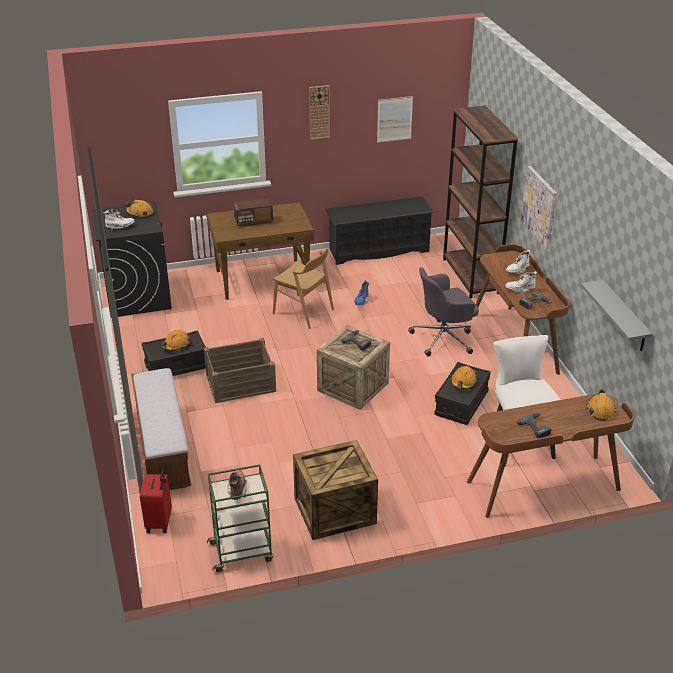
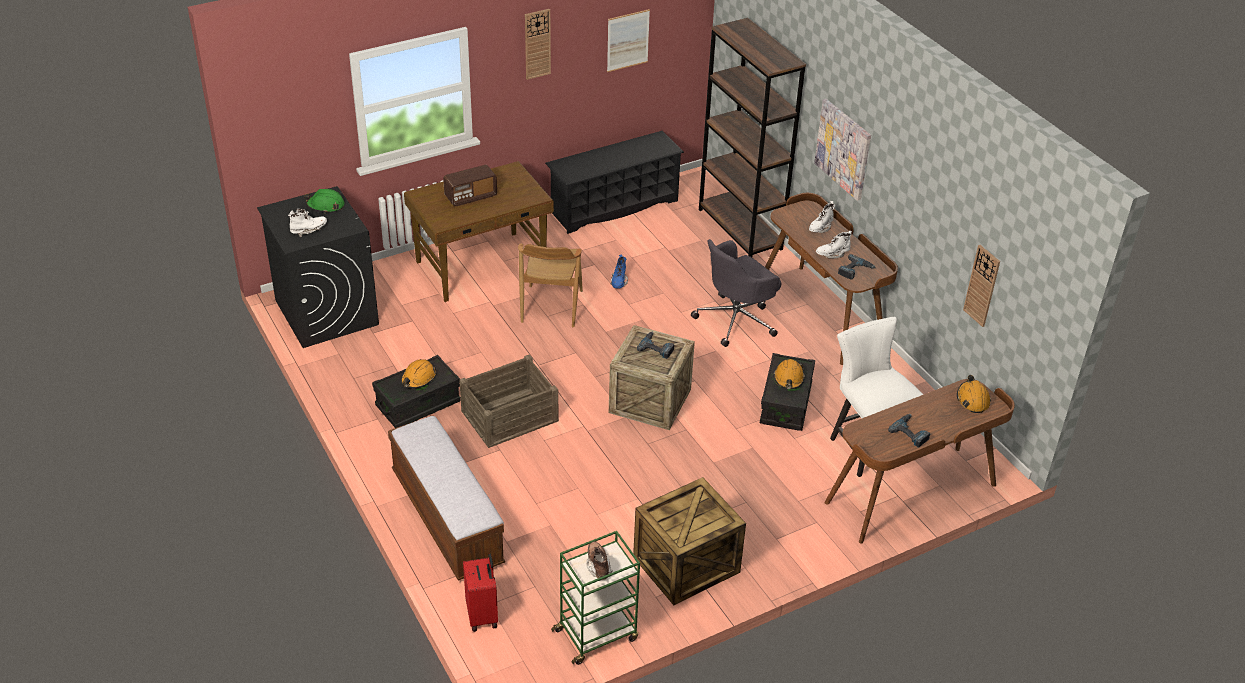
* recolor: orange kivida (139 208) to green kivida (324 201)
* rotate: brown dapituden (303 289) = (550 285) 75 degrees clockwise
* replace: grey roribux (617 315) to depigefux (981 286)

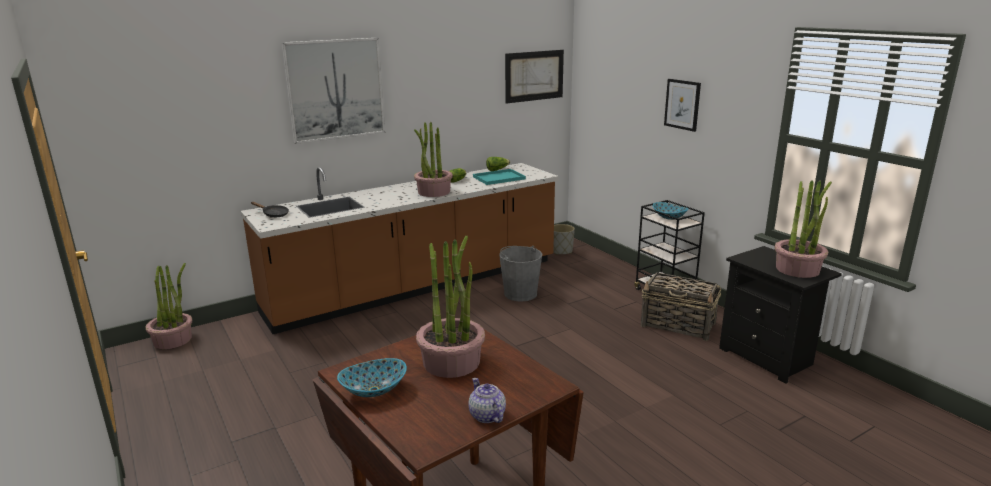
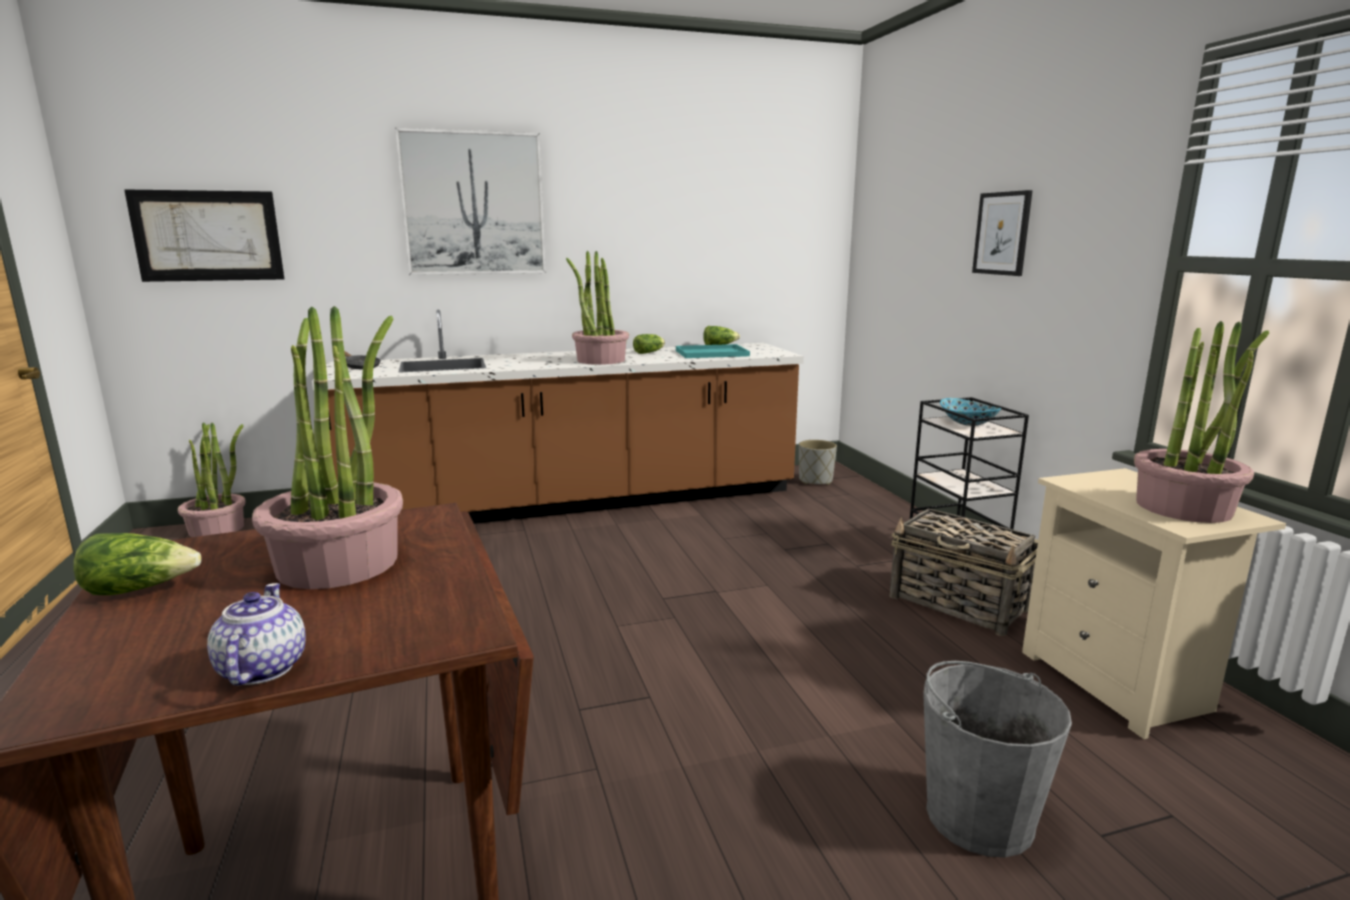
* replace: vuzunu (372 377) to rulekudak (138 564)
* move: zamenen (534 77) to (204 235)
* move: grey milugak (520 273) to (997 759)
* recolor: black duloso (780 315) to beige duloso (1154 603)

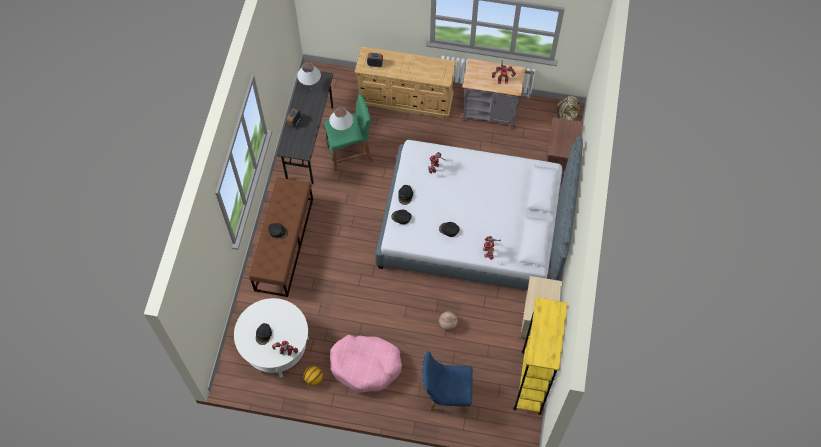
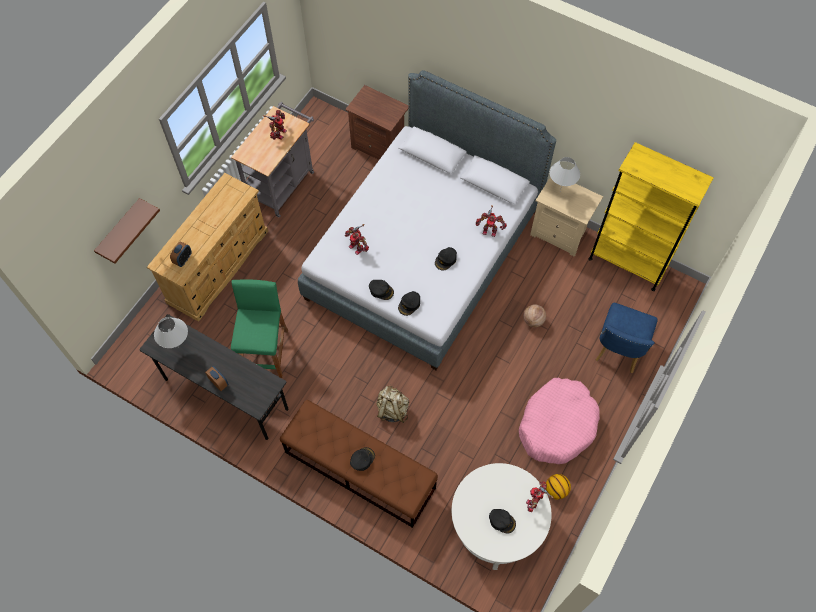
* insert: brown roribux (127 231)
* move: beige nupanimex (568 108) to (392 404)
* move: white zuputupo (341 119) to (565 174)

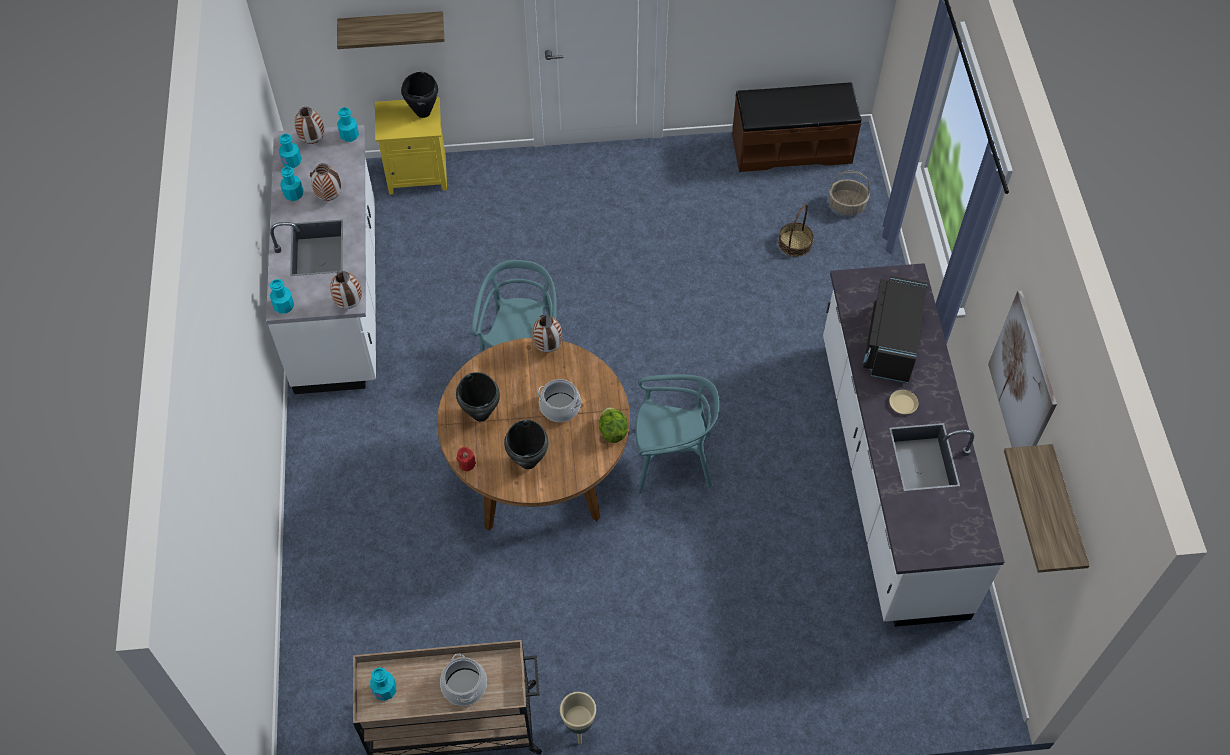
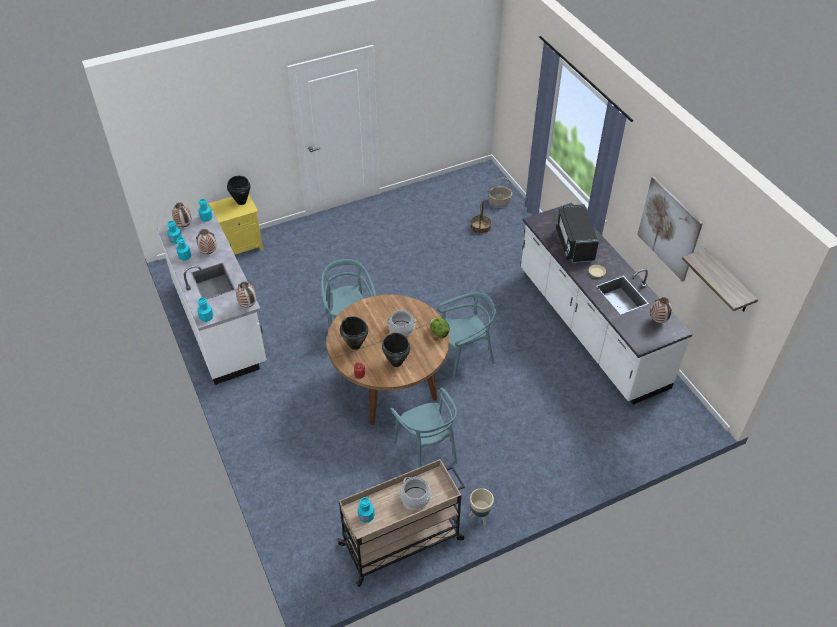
* insert: turquoise dapituden (424 428)
* move: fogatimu (547 333) to (661 310)
* delete: roribux (391 30)
* delete: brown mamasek (797 127)

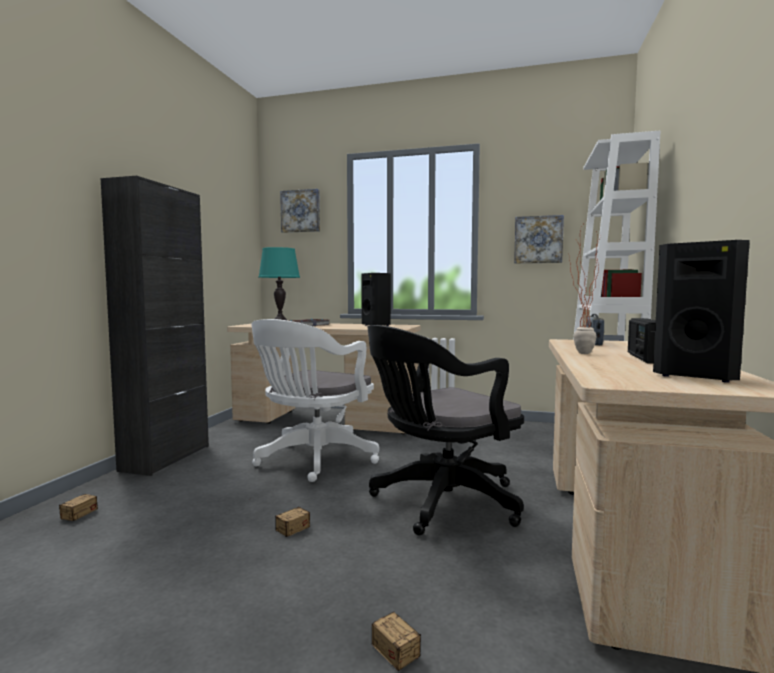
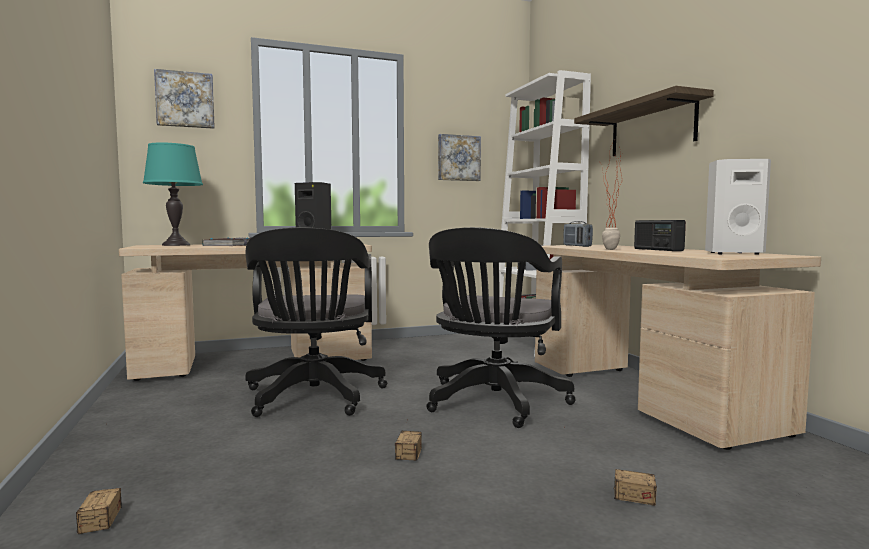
* recolor: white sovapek (315 400) to black sovapek (316 322)
* insert: roribux (644 121)
* recolor: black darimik (701 311) to white darimik (738 207)
* delete: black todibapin (155 326)

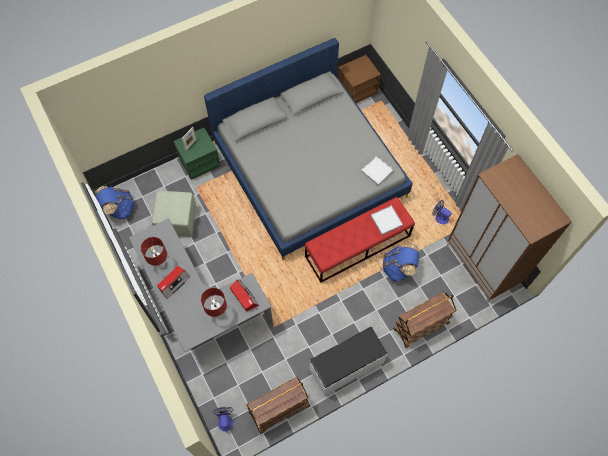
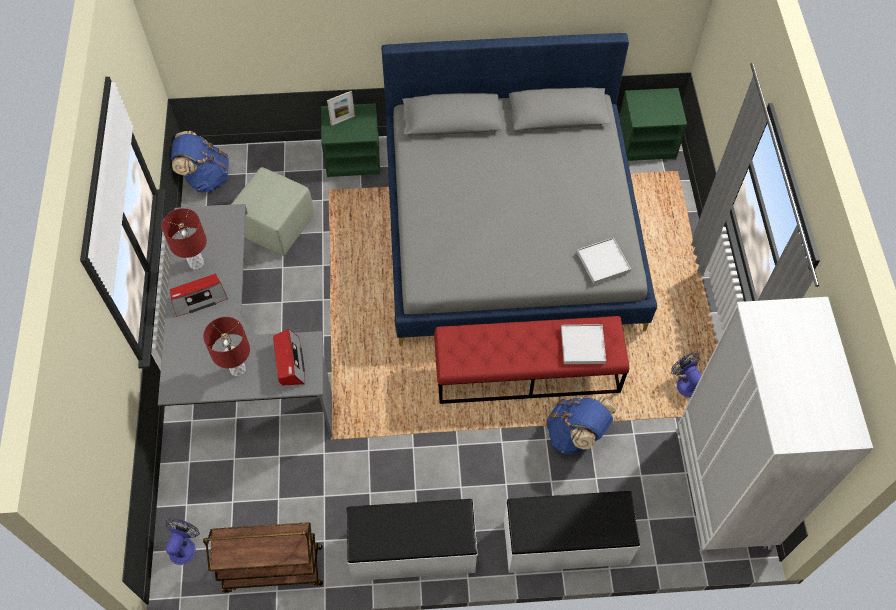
* replace: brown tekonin (425 320) to white mamasek (572 532)
* recolor: brown duloso (359 79) to green duloso (653 124)
* recolor: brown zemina (509 228) to white zemina (774 426)

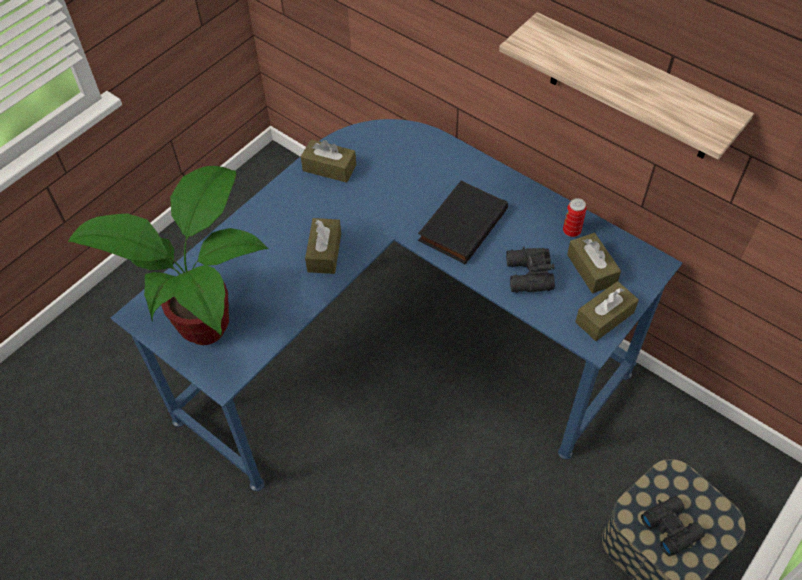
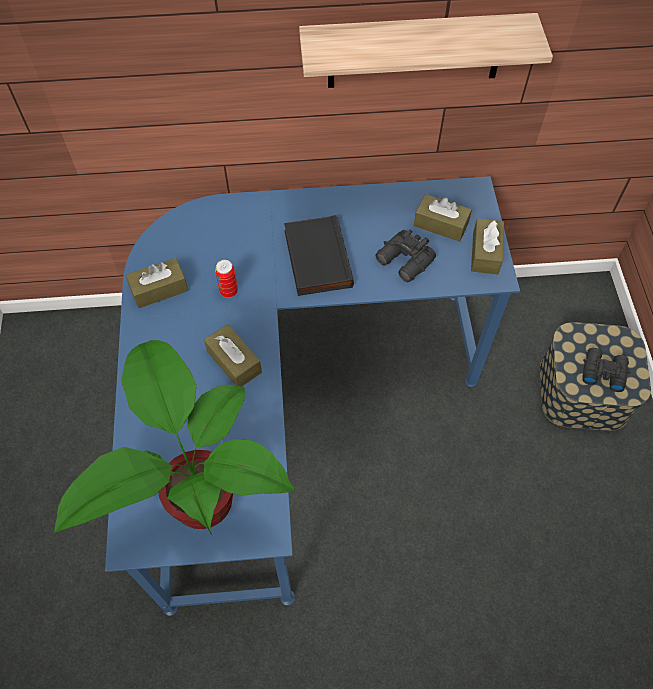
* move: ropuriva (575 217) to (226 279)

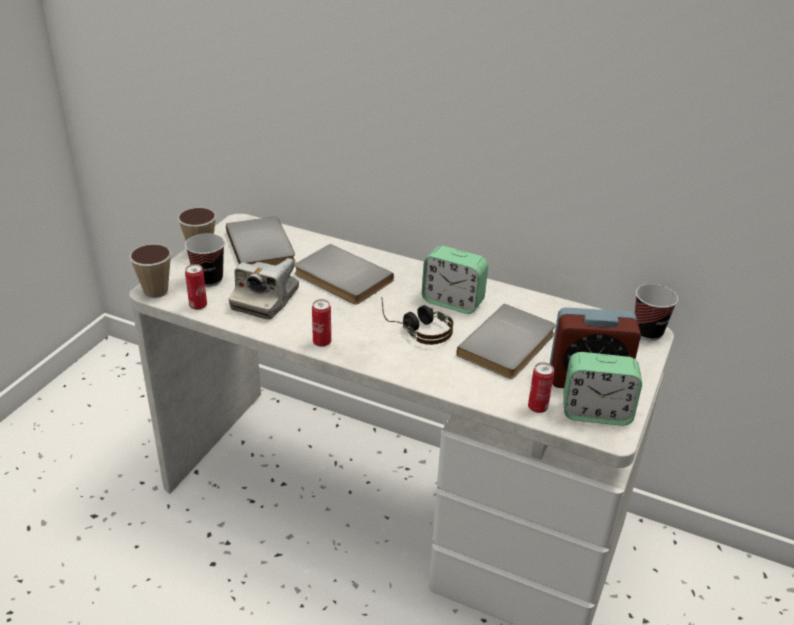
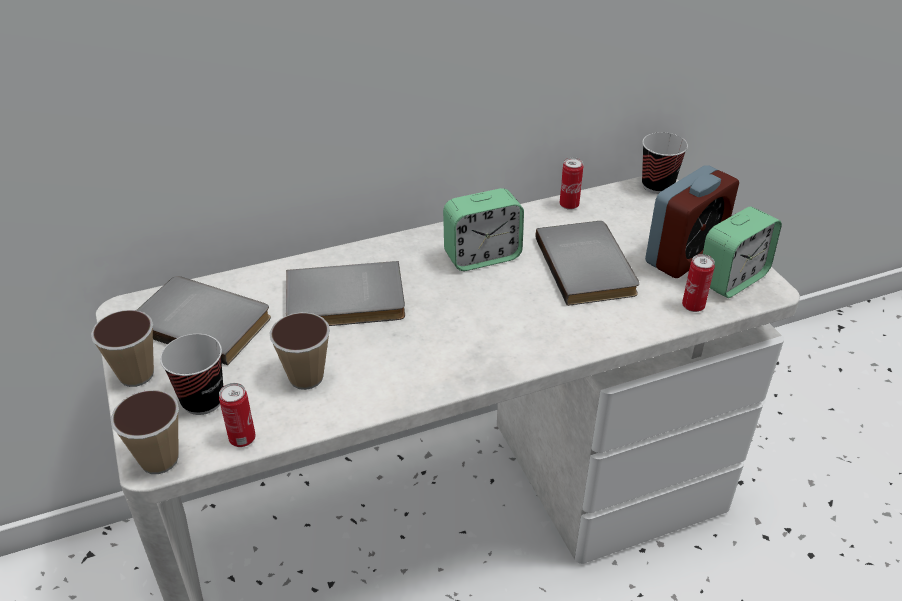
* replace: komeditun (264 288) to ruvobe (300 351)
* move: ropuriva (321 323) to (571 183)
* delete: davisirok (417 321)

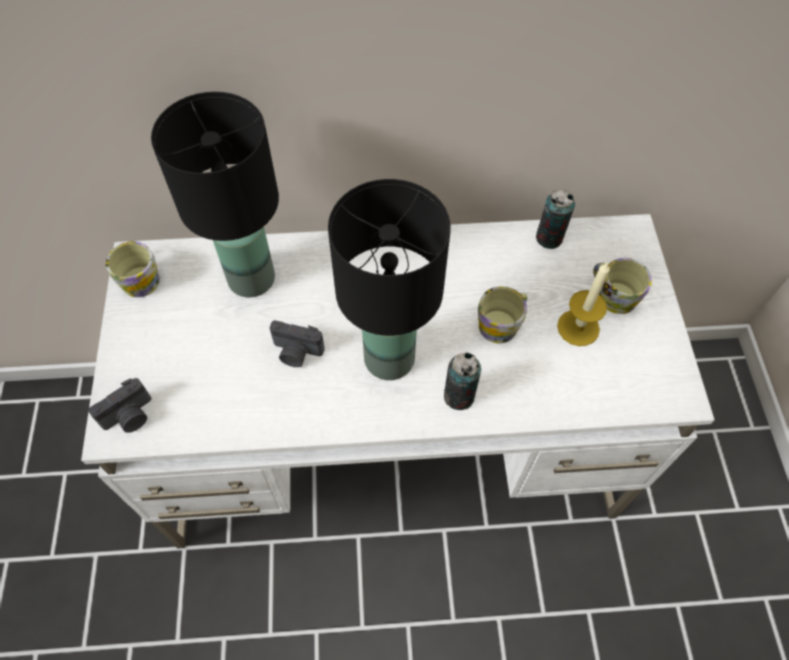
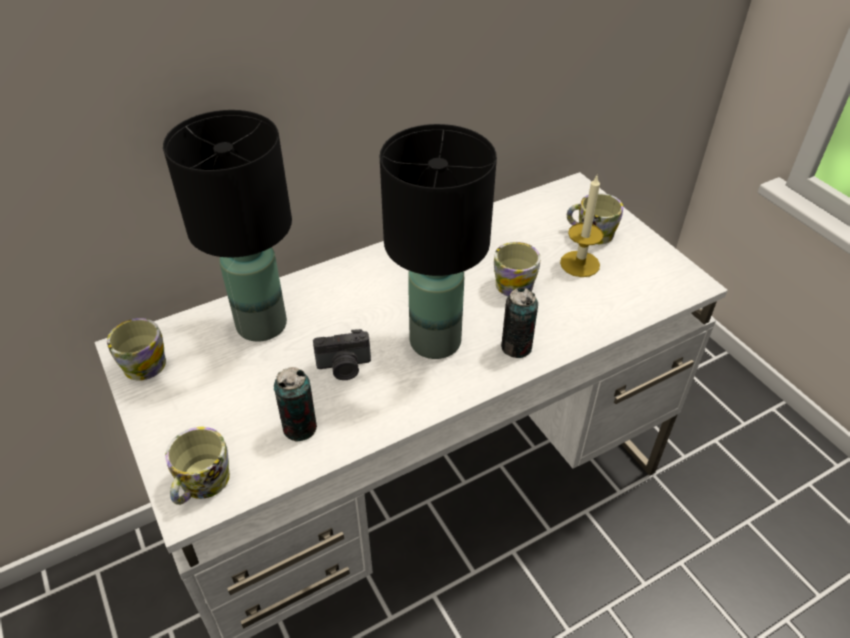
* replace: komeditun (120 405) to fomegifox (197 466)
* move: ropuriva (555 219) to (295 404)

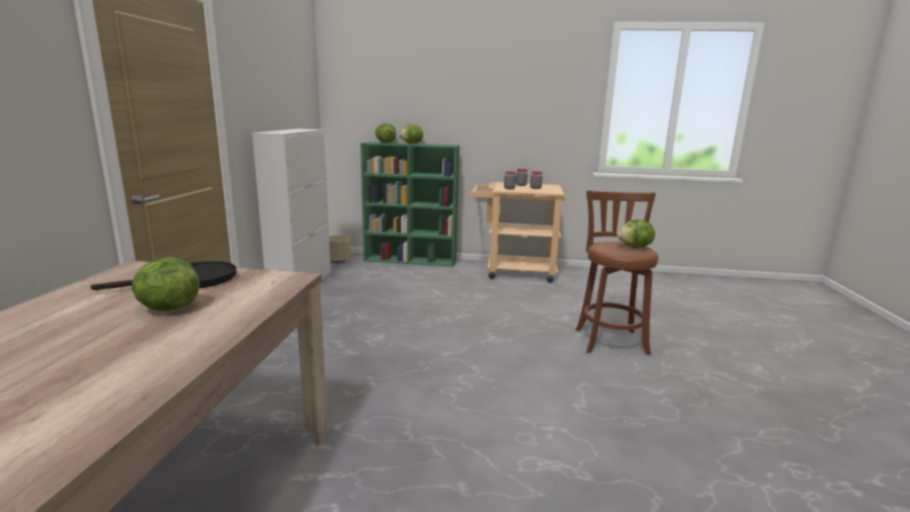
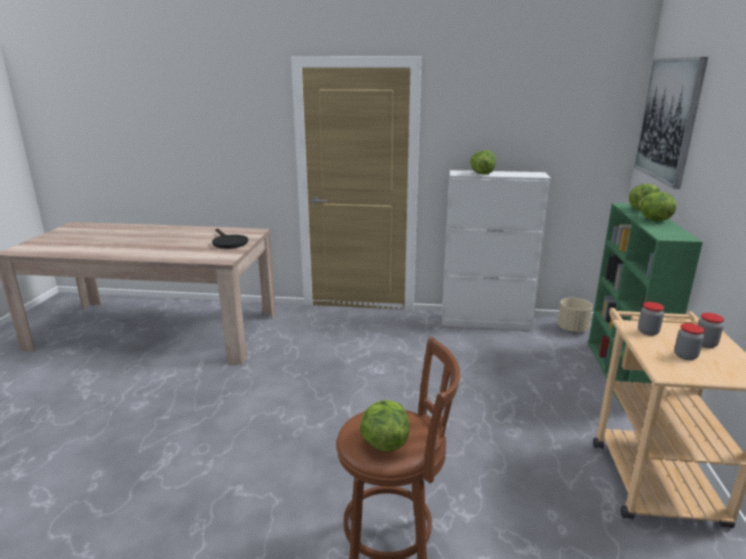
* move: rulekudak (166 284) to (483 162)
* insert: zamenen (671 123)

